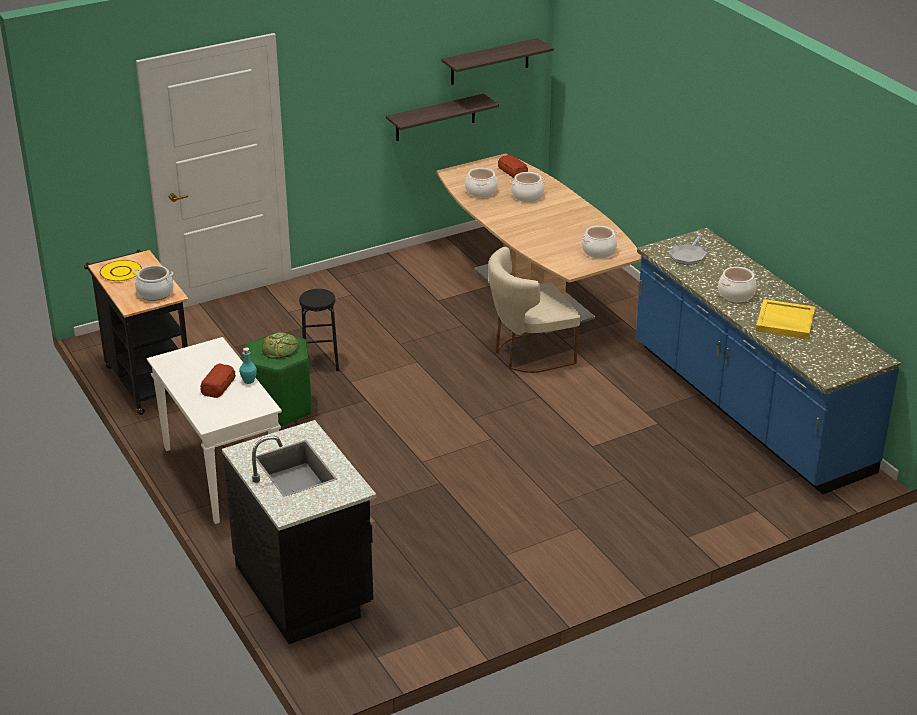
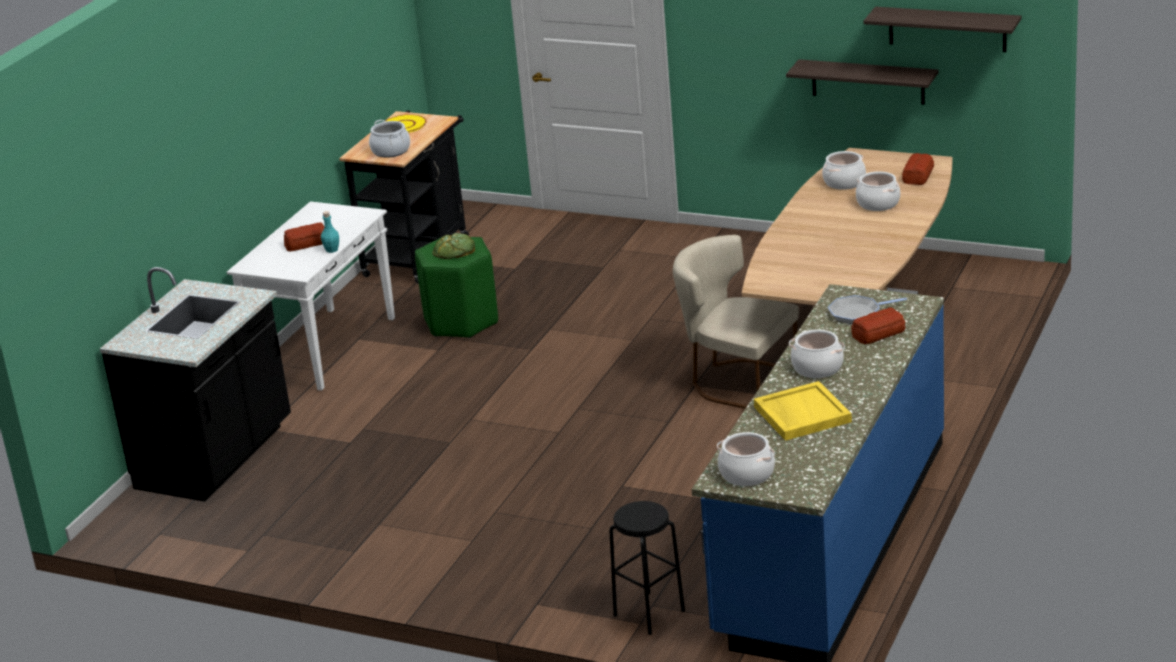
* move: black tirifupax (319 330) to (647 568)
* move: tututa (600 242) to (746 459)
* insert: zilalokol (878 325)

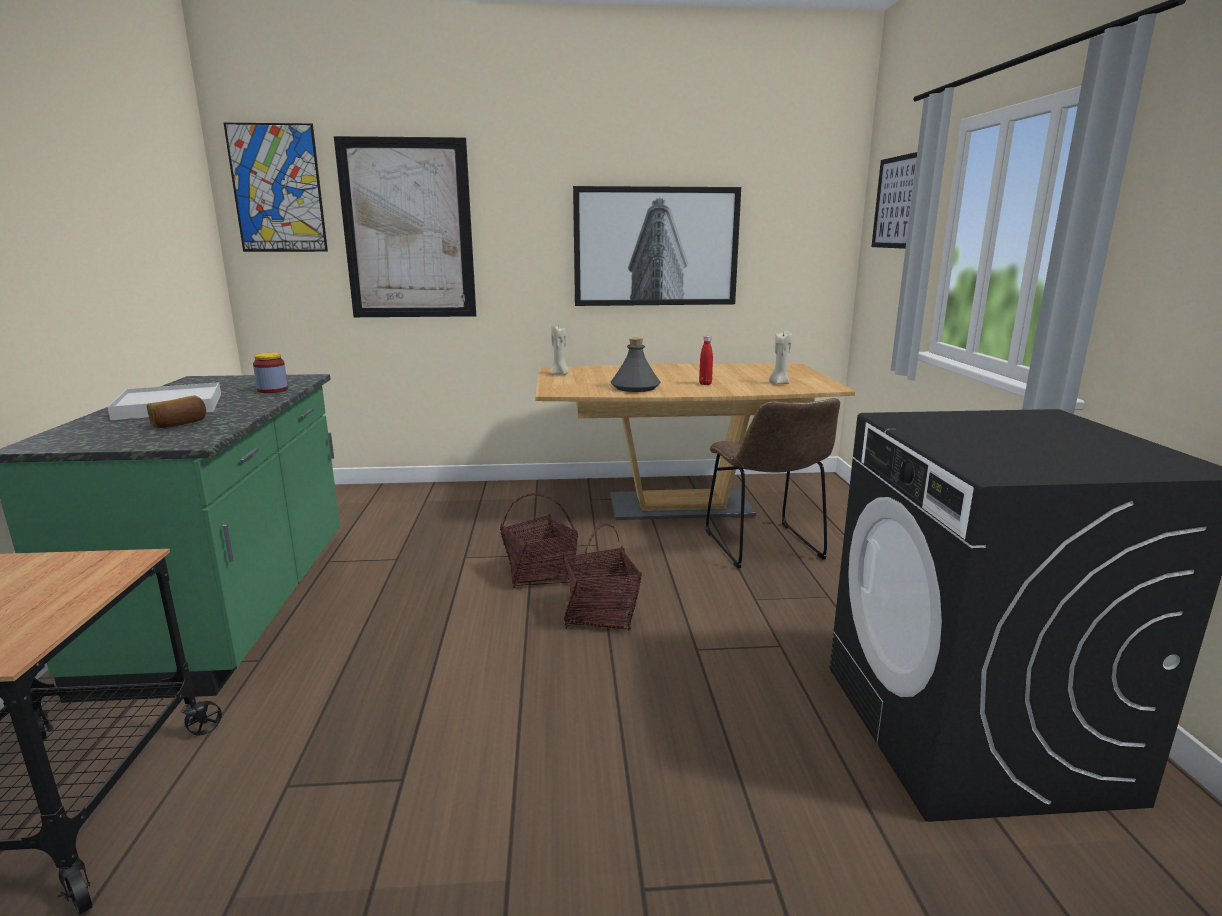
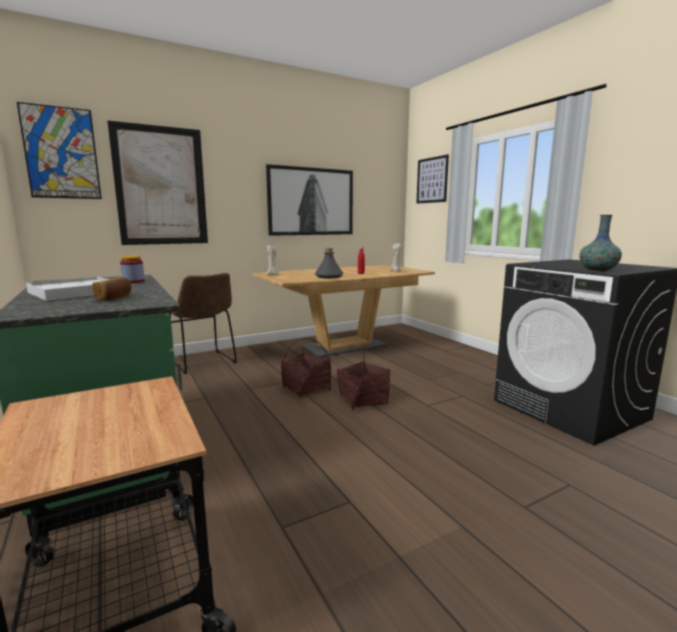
* move: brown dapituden (772 483) to (203 323)
* insert: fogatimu (600 243)

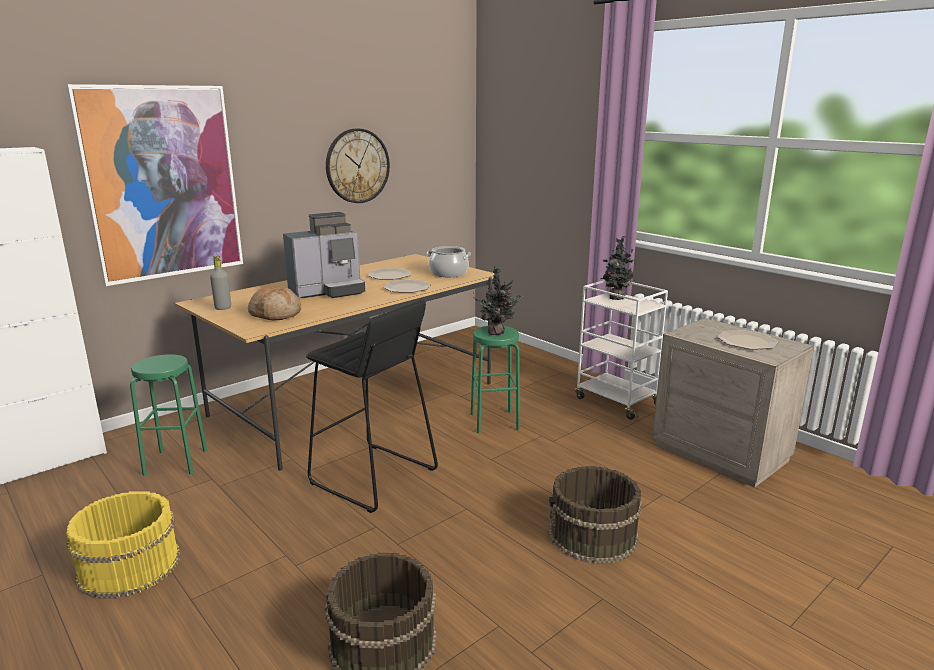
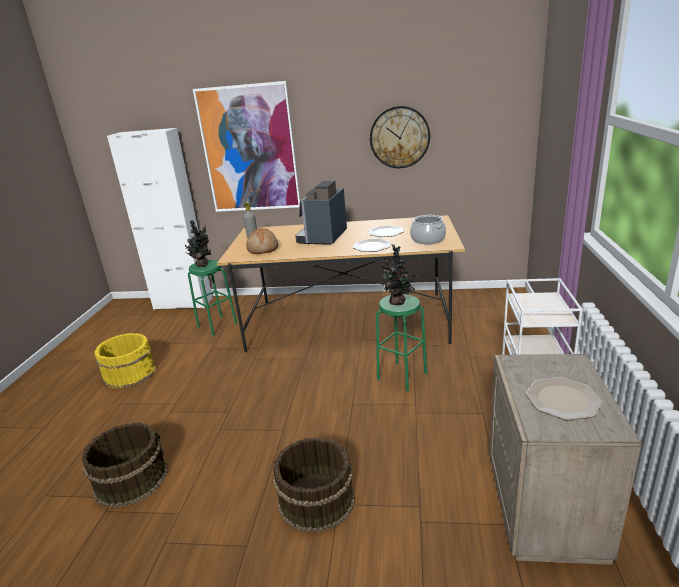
* move: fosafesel (617 268) to (198 243)
* rotate: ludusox (324 255) = (321 212) 90 degrees clockwise
* delete: black tirifupax (372 406)

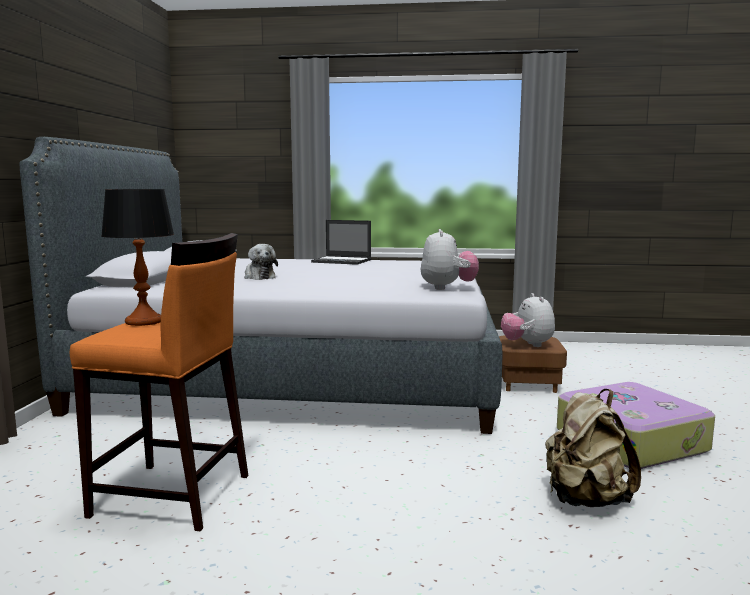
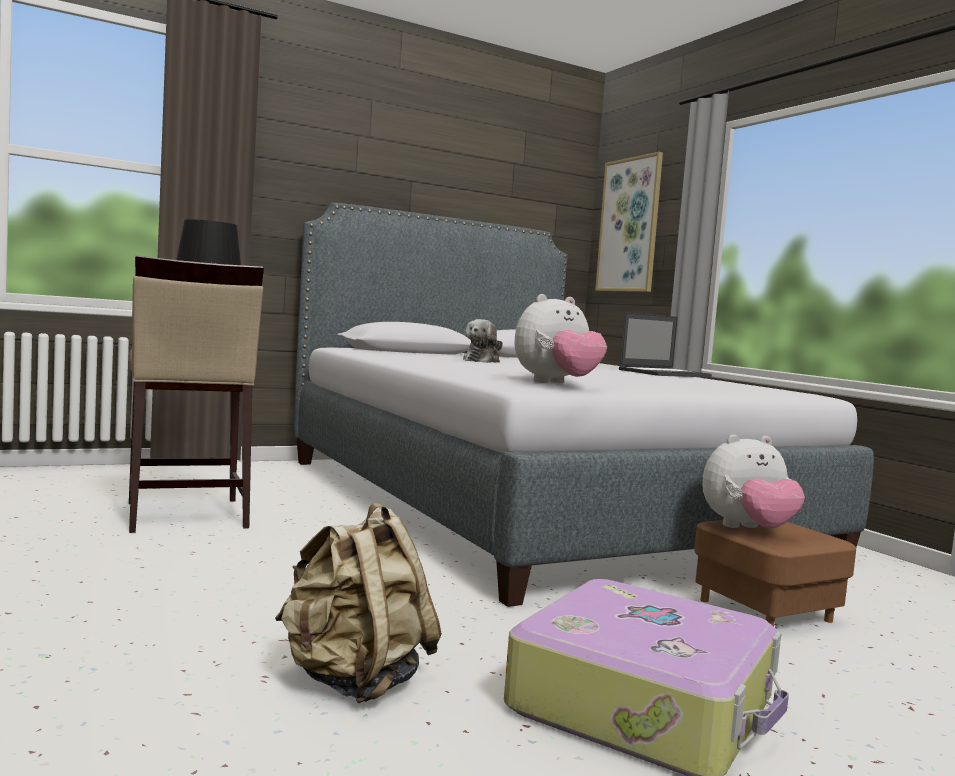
* recolor: orange tirifupax (159 382) to beige tirifupax (196 394)
* insert: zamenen (629 222)
* rotate: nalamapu (341 242) = (665 344) 105 degrees counterclockwise
* rotate: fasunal (528 320) = (753 481) 150 degrees counterclockwise

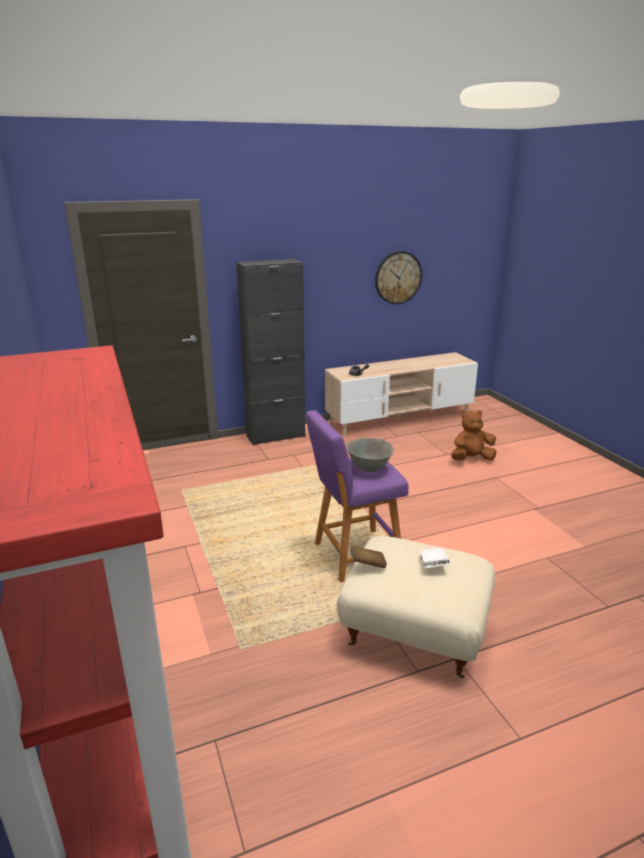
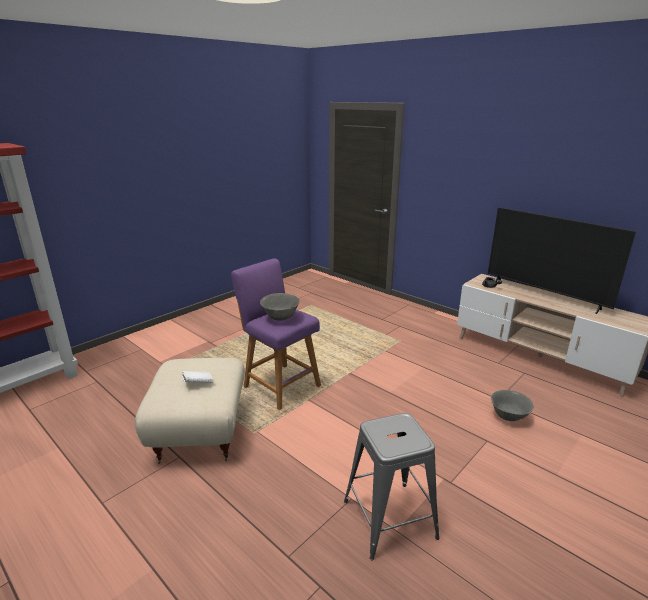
* insert: grey tirifupax (392 486)
* insert: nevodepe (562 261)
* replace: brown fasunal (473 435) to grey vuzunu (512 405)
* delete: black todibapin (270 352)
* delete: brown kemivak (368 557)
* delete: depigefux (398 277)

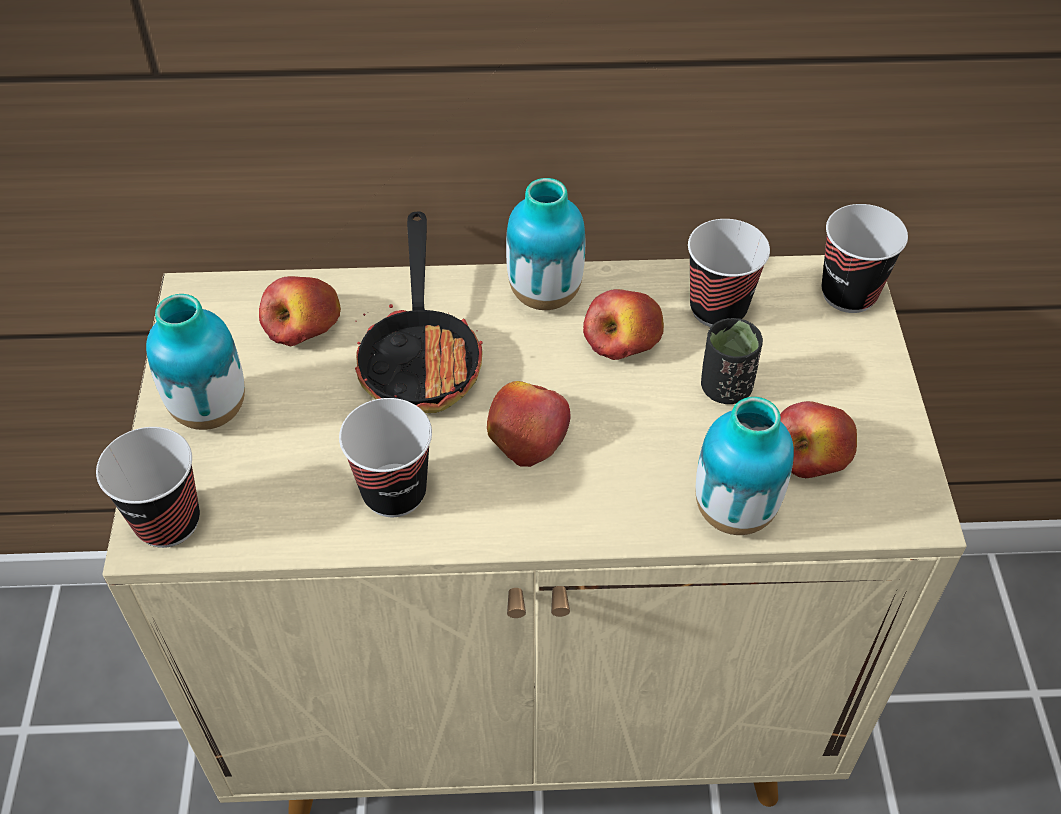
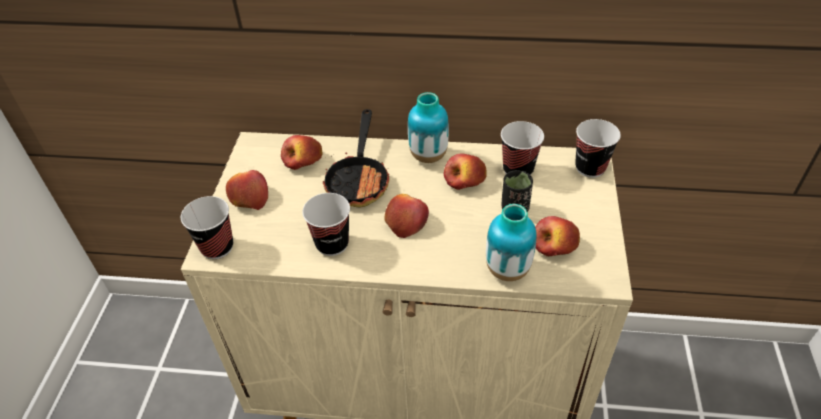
* replace: fogatimu (195 362) to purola (247 190)

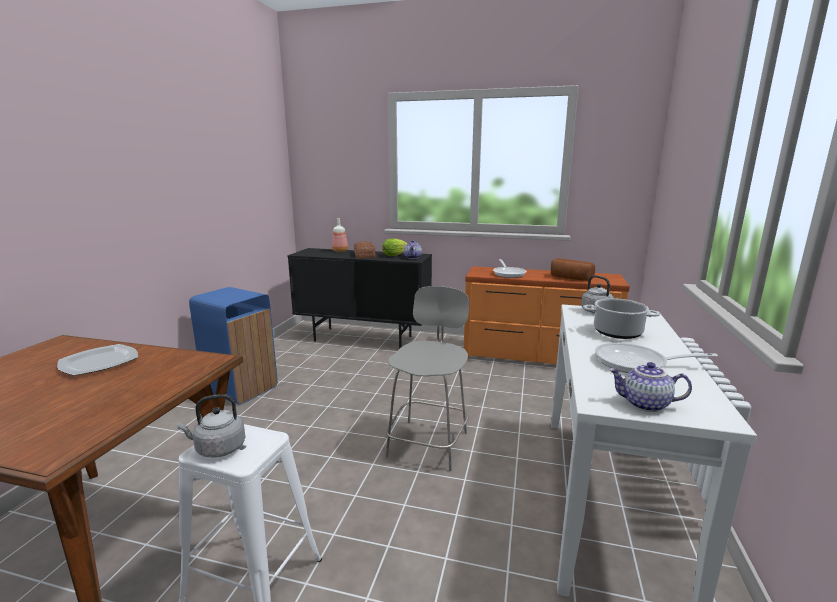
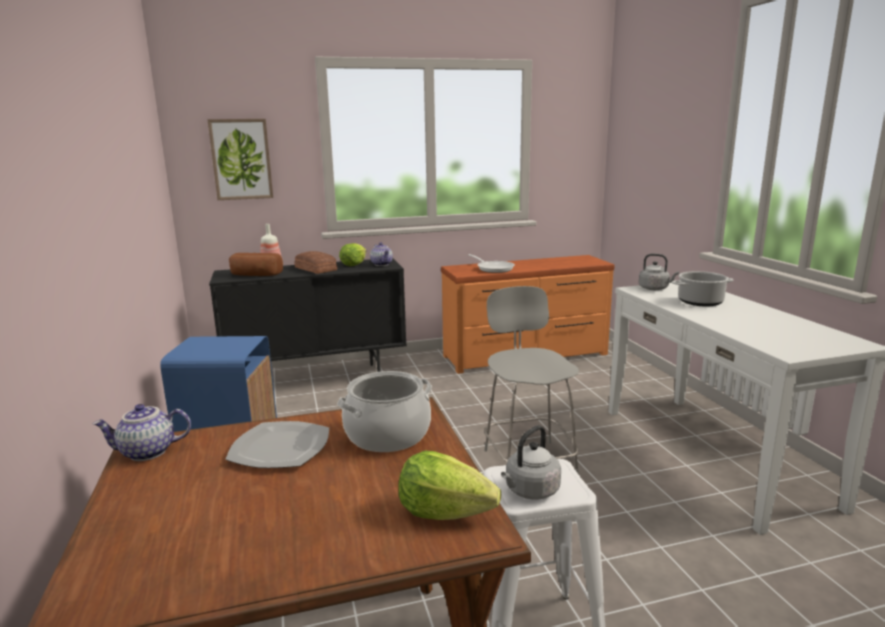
* move: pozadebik (650 387) to (141 432)
* insert: zamenen (240 159)
* move: zilalokol (573 269) to (256 264)
* insert: tututa (384 411)
* insert: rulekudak (449 485)
* delete: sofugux (656 358)

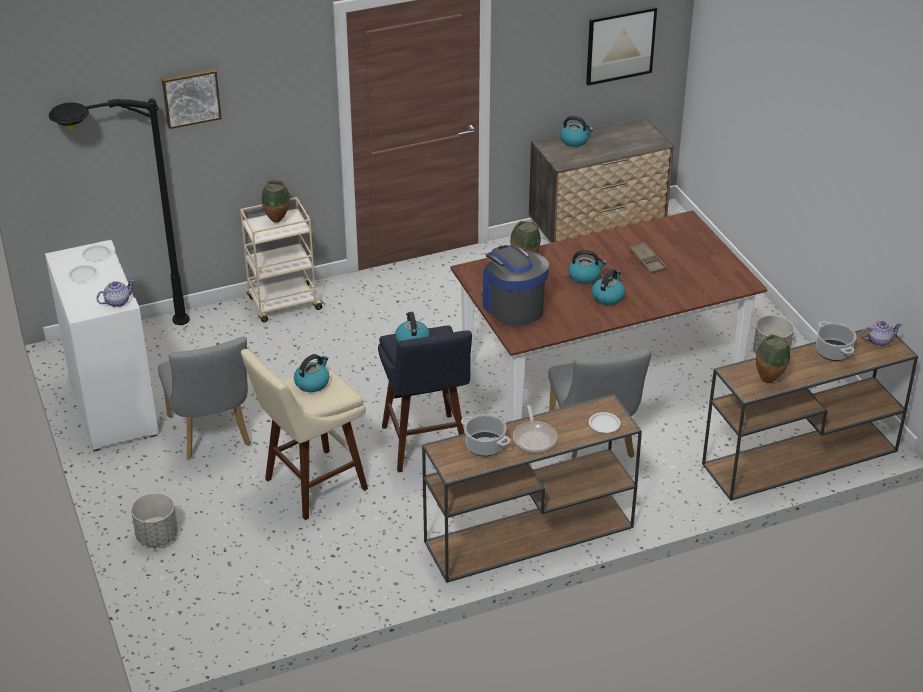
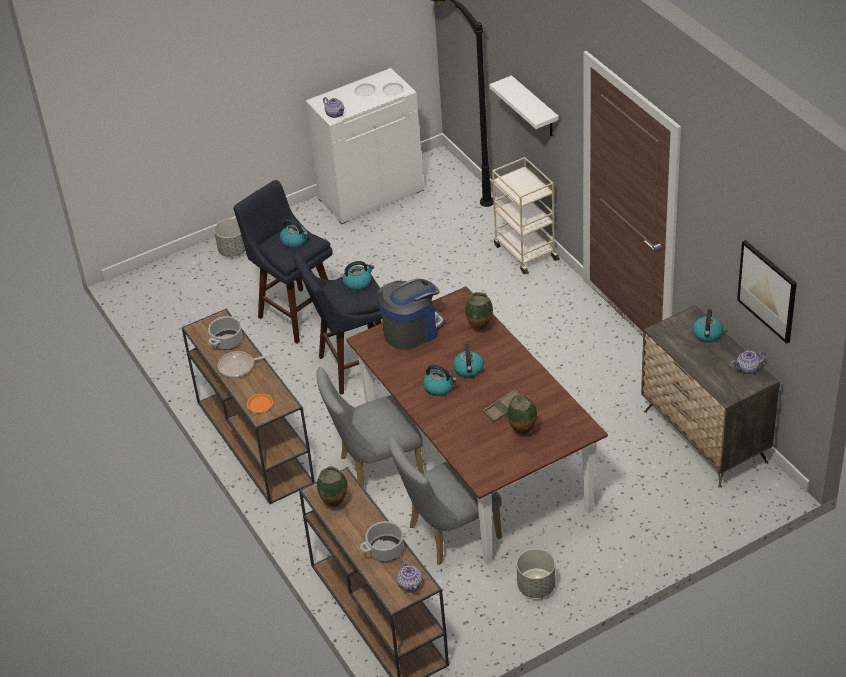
* recolor: beige tirifupax (304 434) to blue tirifupax (283 262)
* recolor: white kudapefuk (604 422) to orange kudapefuk (260 403)
* move: grey dapituden (204 398) to (445 501)
* insert: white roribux (524 105)
* move: fogatimu (276 201) to (522 415)
* insert: pozadebik (749 362)
* delete: zamenen (191 98)

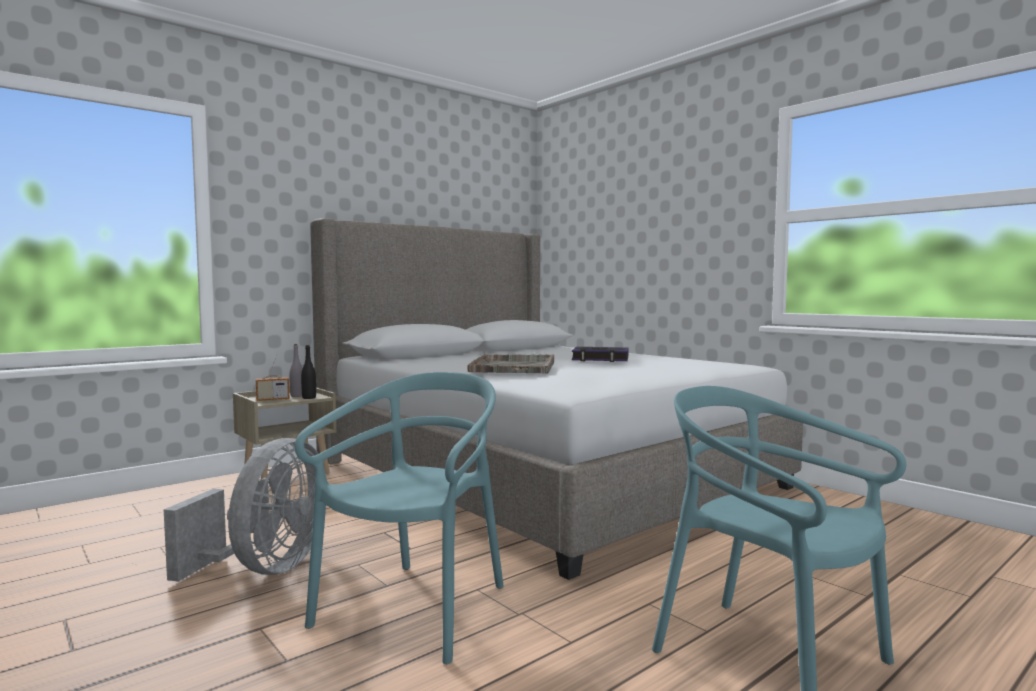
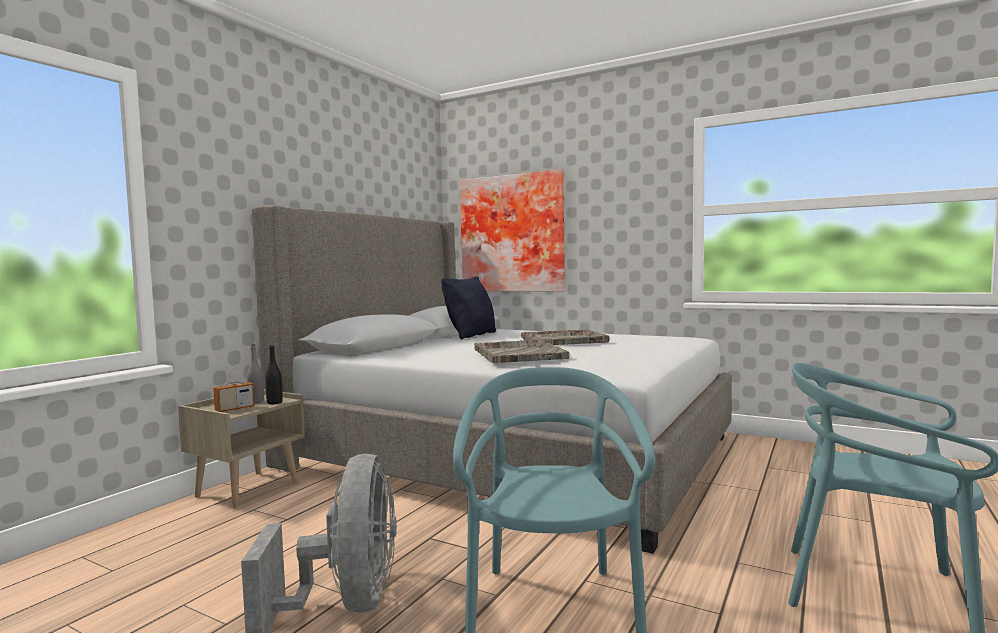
* insert: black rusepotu (468 308)
* insert: zamenen (512 230)
* replace: kemivak (600 354) to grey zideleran (565 337)

